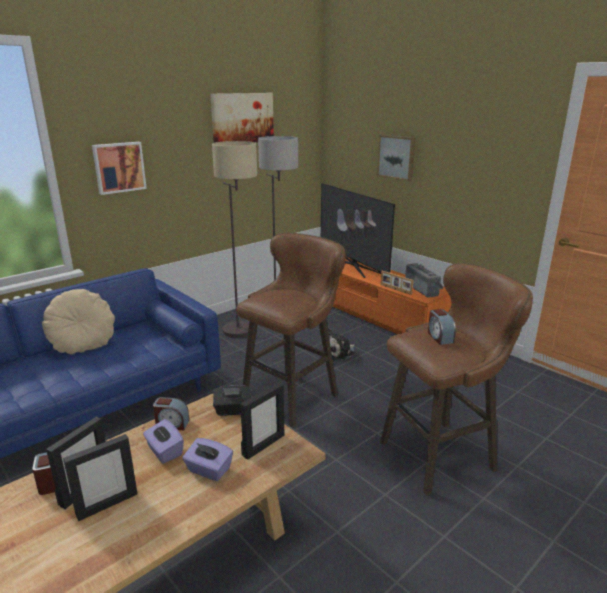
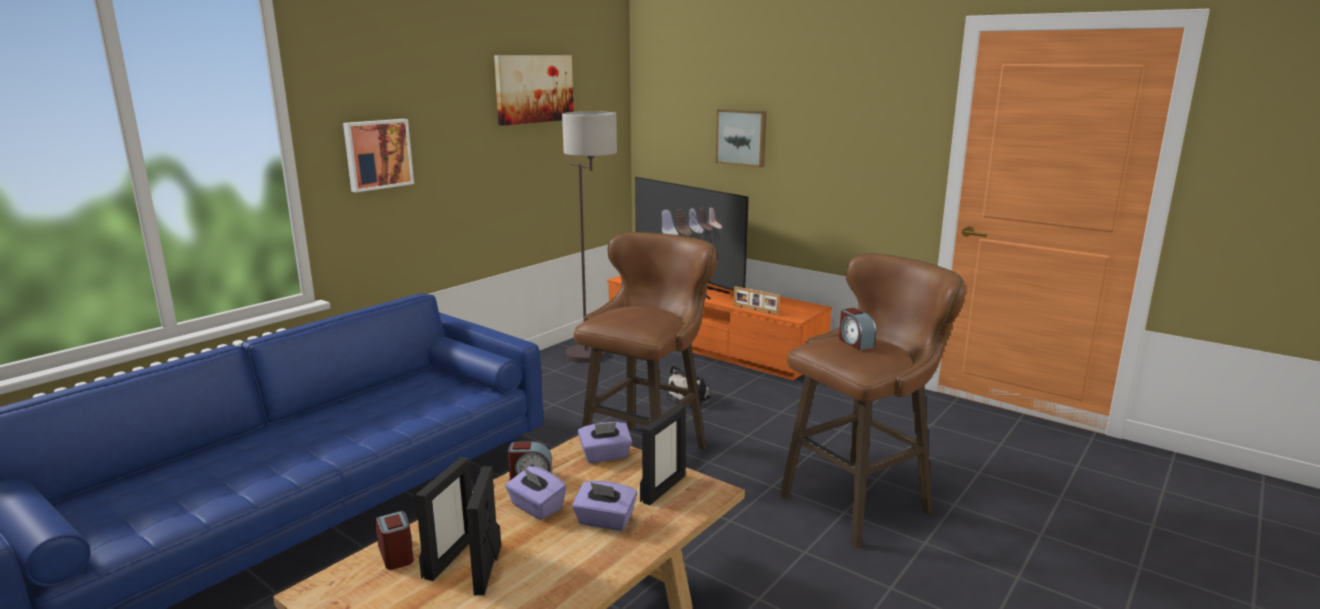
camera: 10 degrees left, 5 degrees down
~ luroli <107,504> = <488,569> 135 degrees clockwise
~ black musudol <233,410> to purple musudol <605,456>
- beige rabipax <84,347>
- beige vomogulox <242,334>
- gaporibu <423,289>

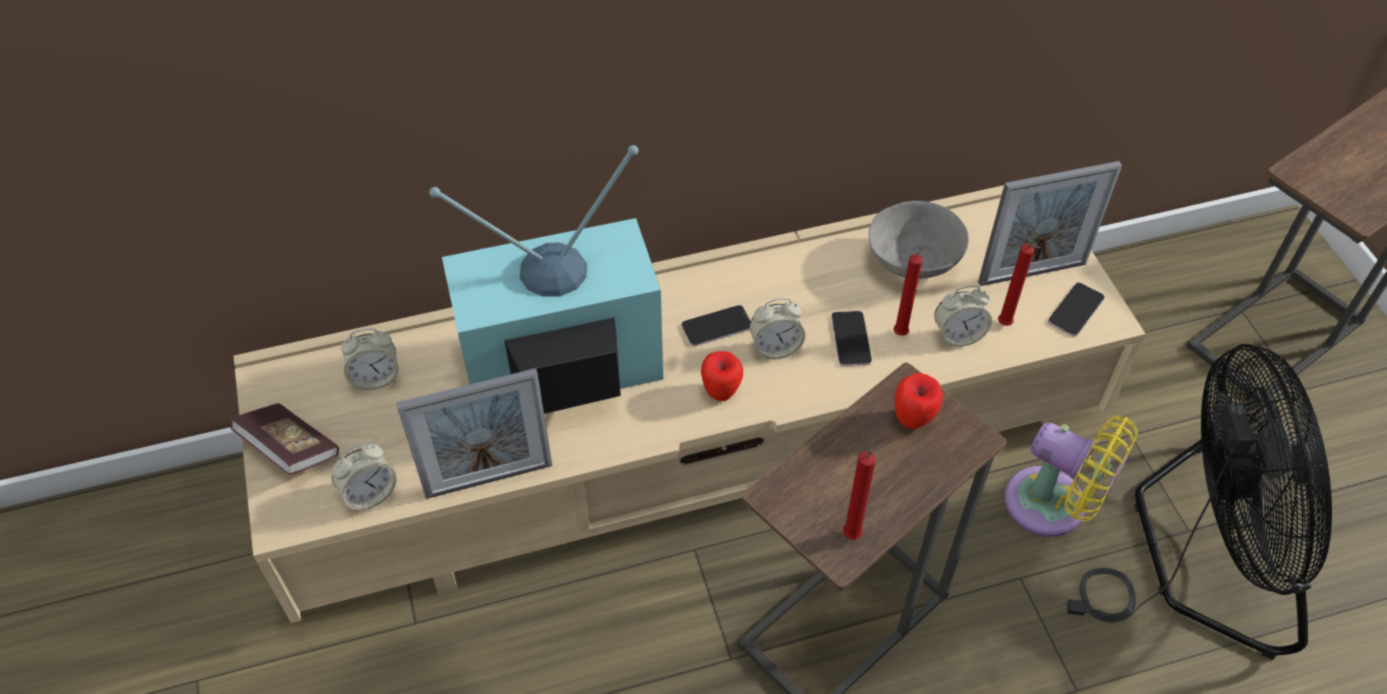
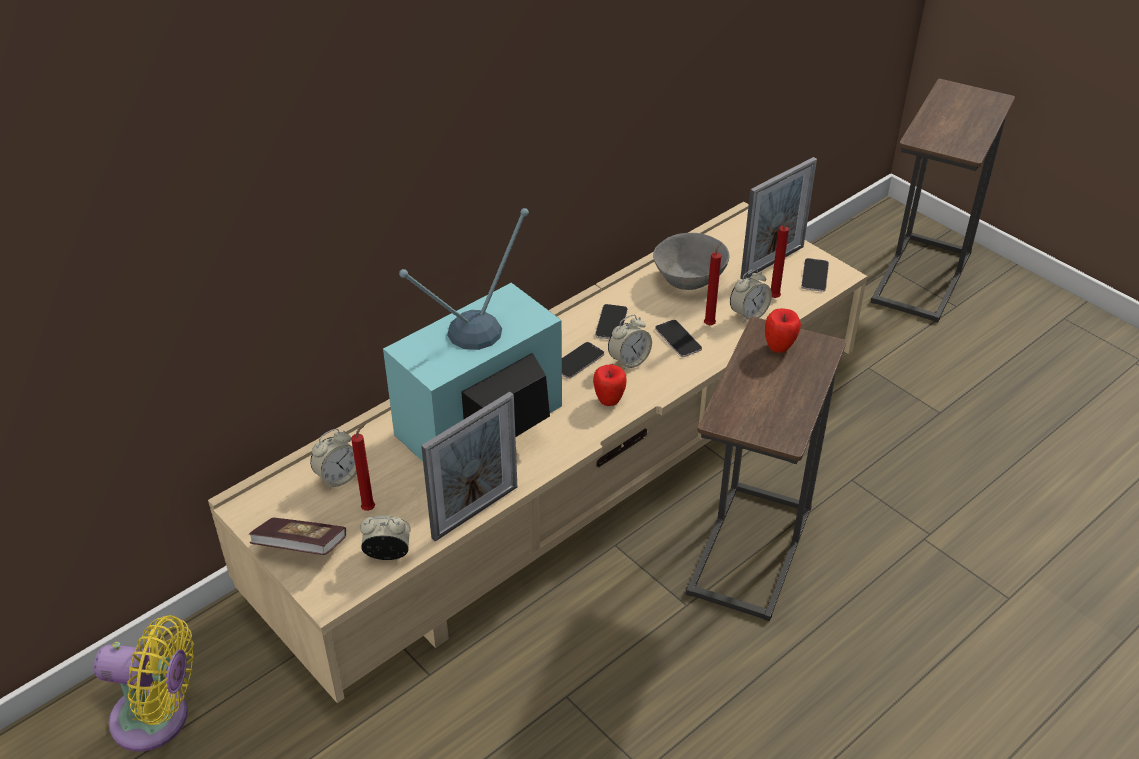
camera: 25 degrees left, 10 degrees down
~ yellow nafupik <1053,507> to <158,719>
~ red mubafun <855,534> to <370,508>
~ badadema <370,494> = <388,554> 120 degrees counterclockwise
+ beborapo <611,323>
- black nafupik <1187,555>

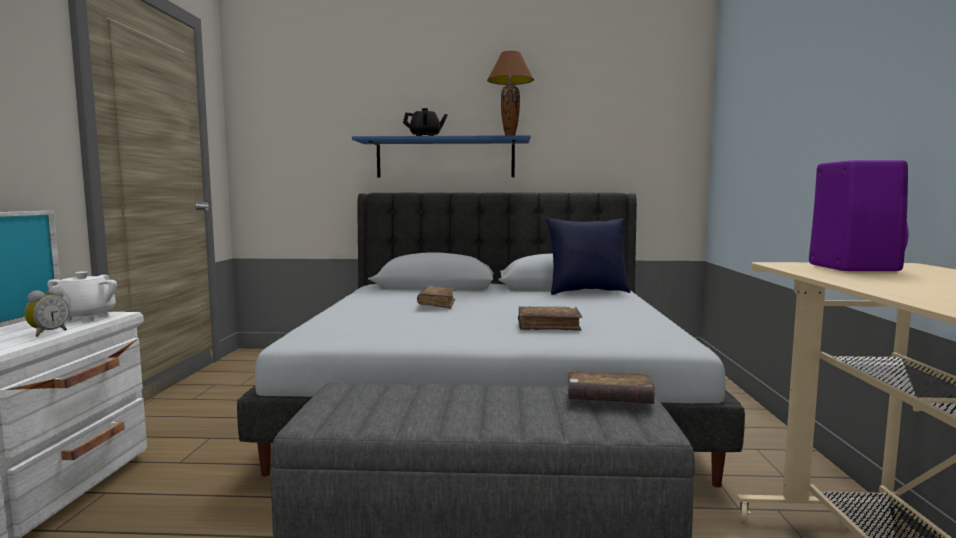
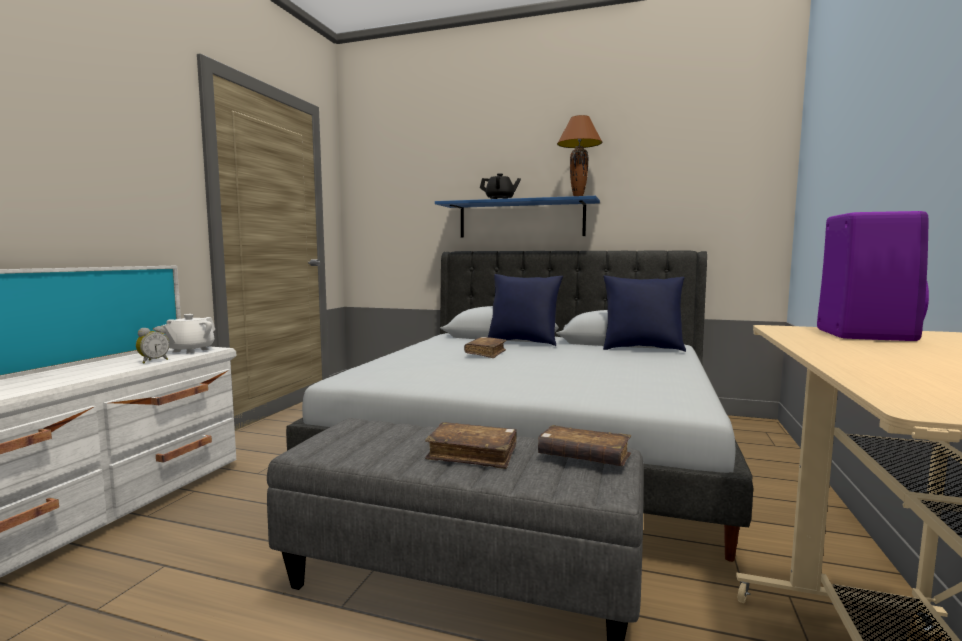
camera: 15 degrees right, 0 degrees up
~ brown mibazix <548,326> to <472,454>
+ blue rabipax <523,342>

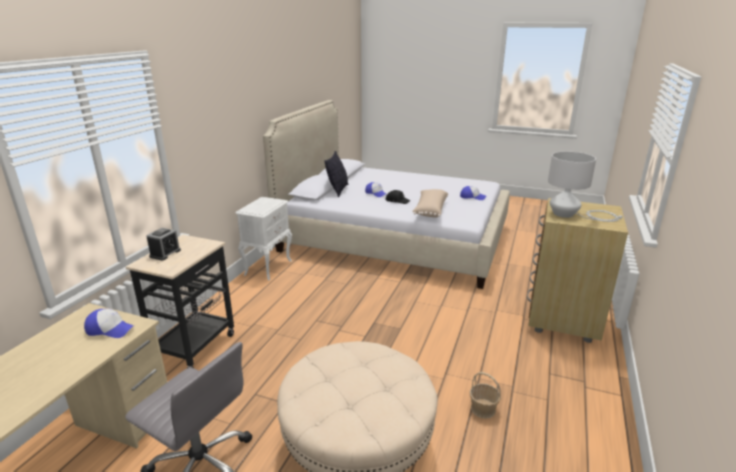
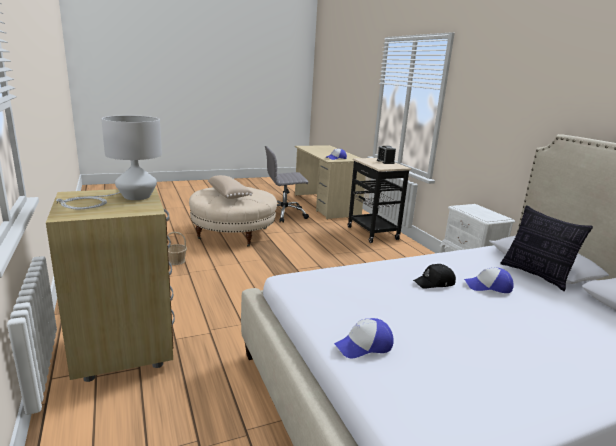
camera: 135 degrees right, 5 degrees down
~ beige rabipax <430,210> to <229,194>

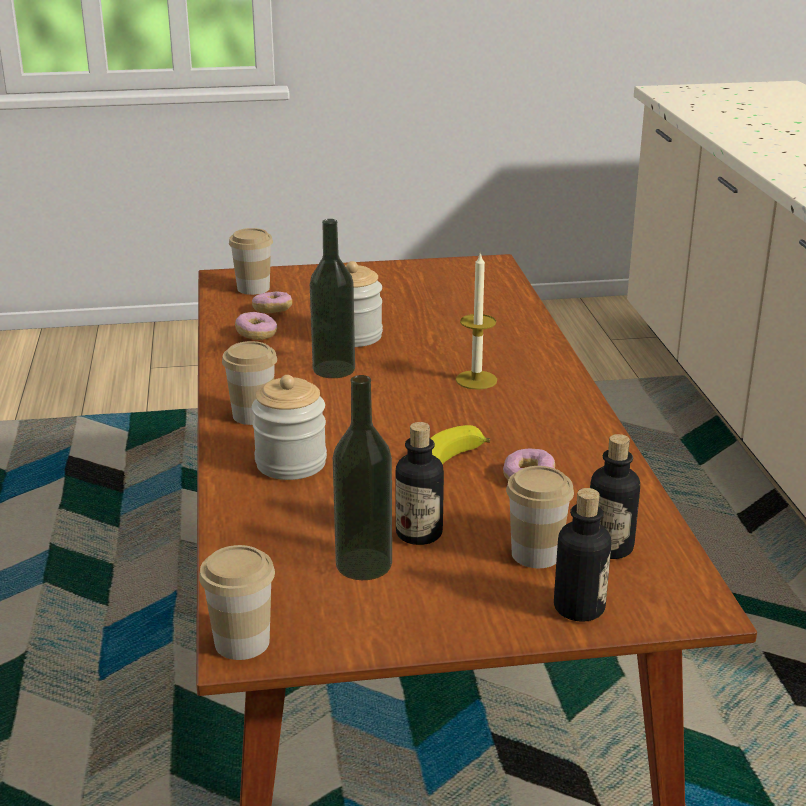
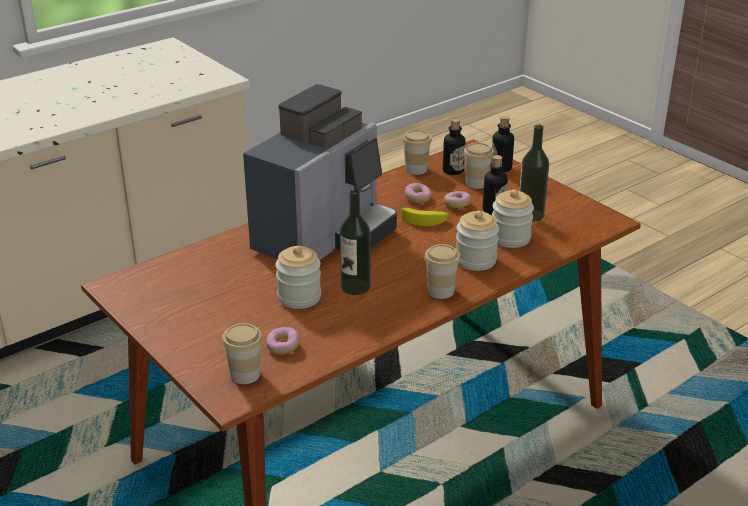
camera: 120 degrees left, 5 degrees up
~ mubafun <476,380> to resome <324,238>
~ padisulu <242,642> to <416,169>
~ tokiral <256,334> to <457,205>
+ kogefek <510,238>

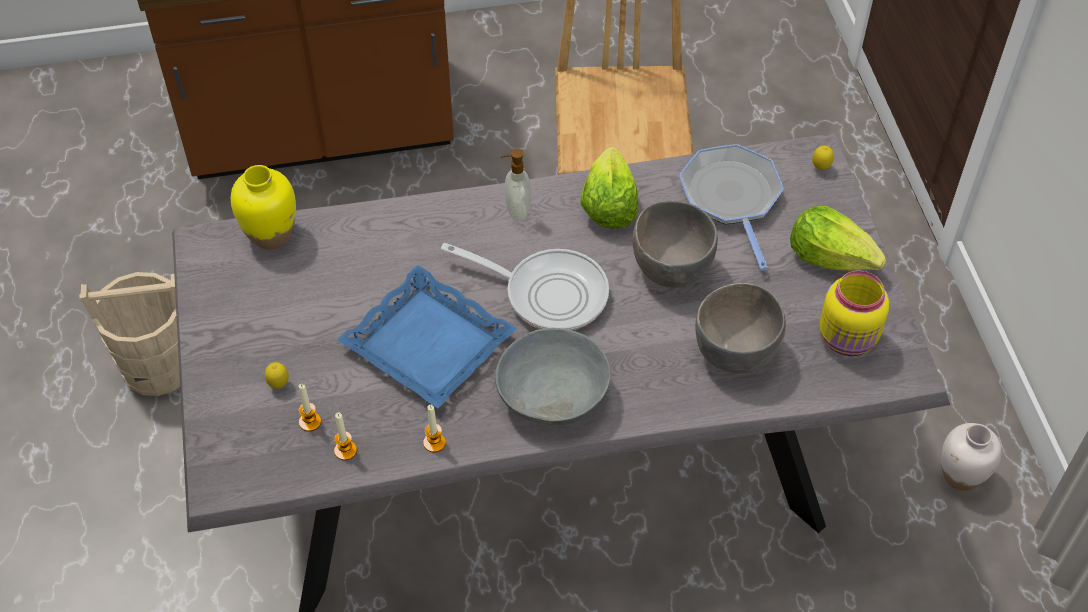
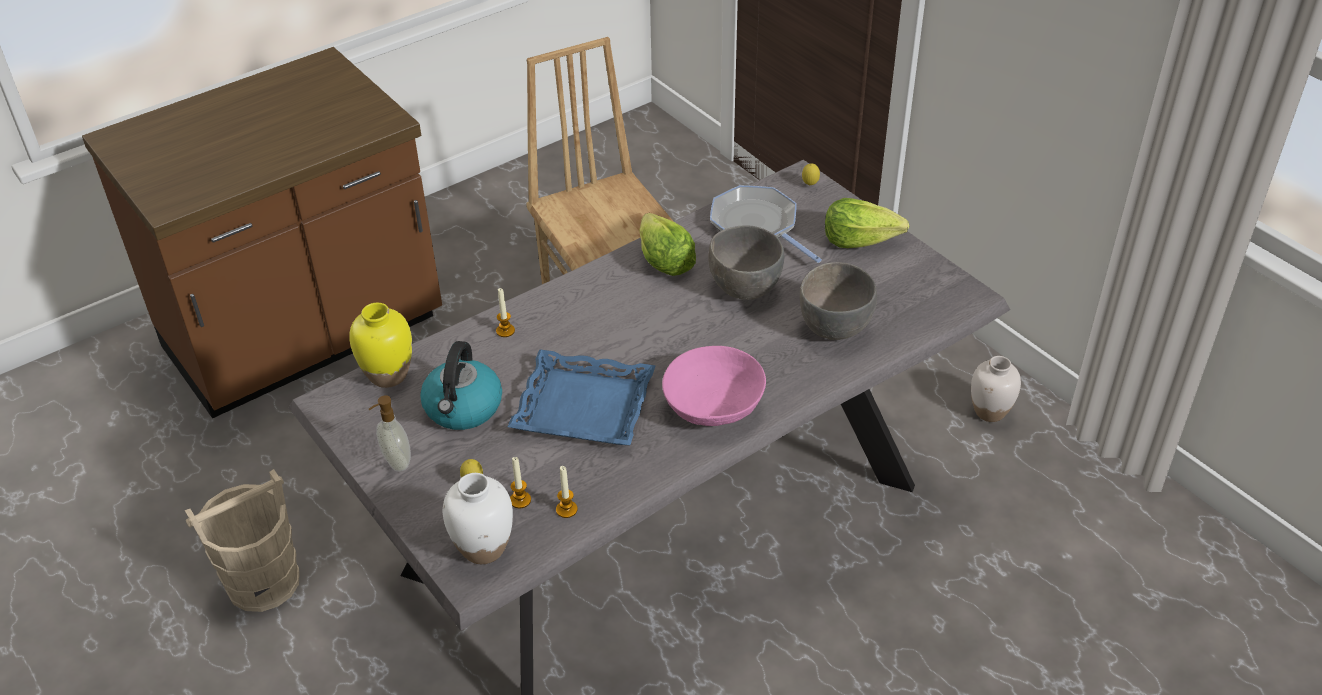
camera: 25 degrees left, 10 degrees down
~ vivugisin <516,211> to <396,462>
+ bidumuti <463,408>
+ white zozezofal <483,548>
~ mubafun <434,443> to <505,331>
~ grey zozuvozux <553,395> to pink zozuvozux <713,406>
- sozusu <548,293>
- yellow kogefek <848,339>

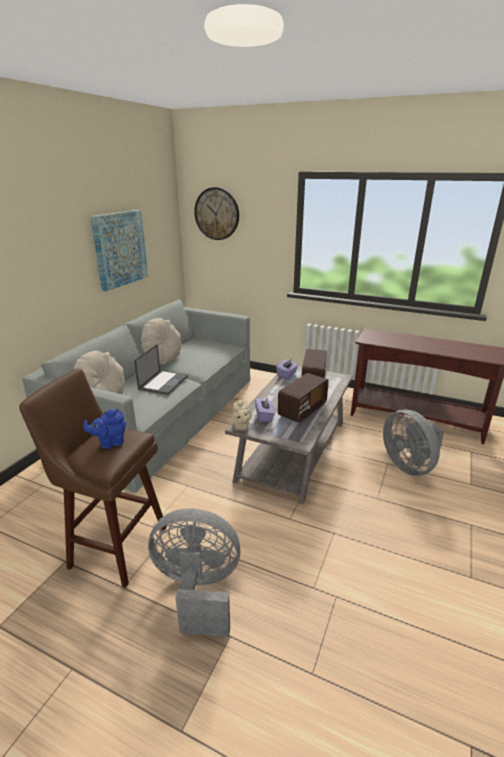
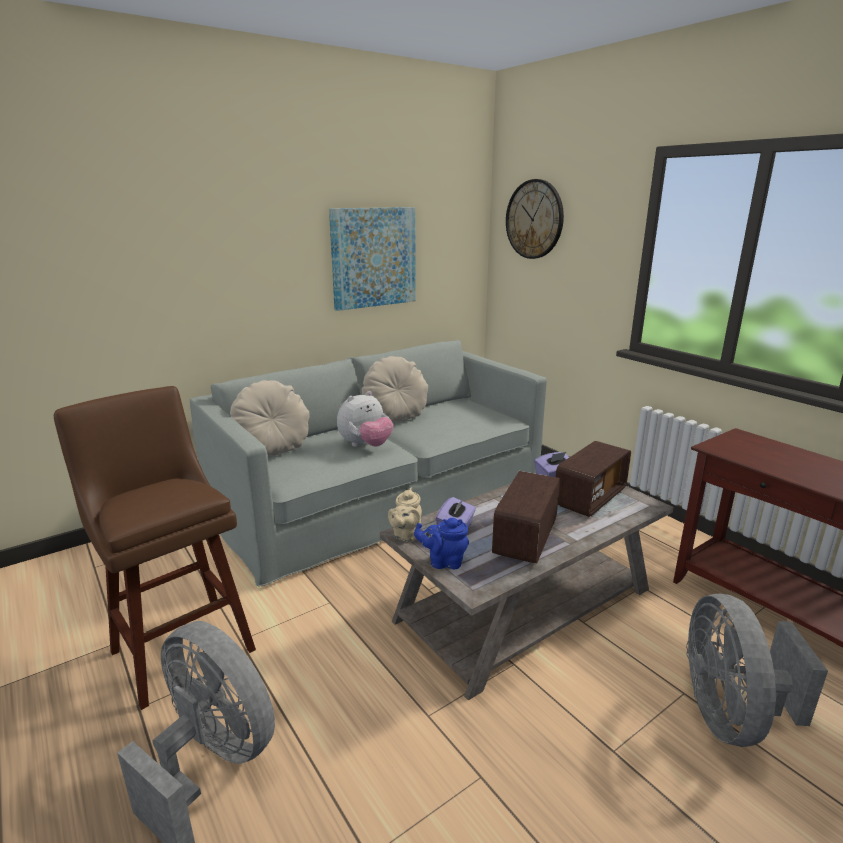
camera: 30 degrees right, 5 degrees down
~ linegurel <163,382> to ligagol <365,446>
~ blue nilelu <110,443> to <444,562>
~ gaporibu <302,410> = <526,538> 135 degrees clockwise

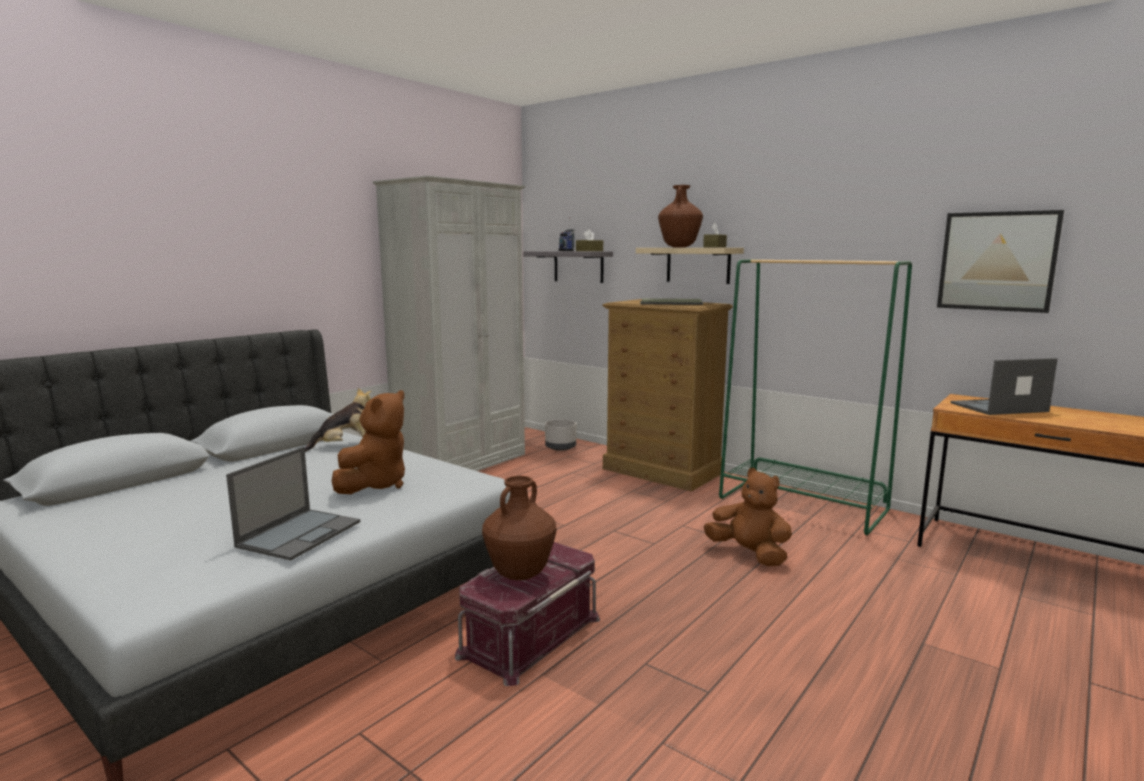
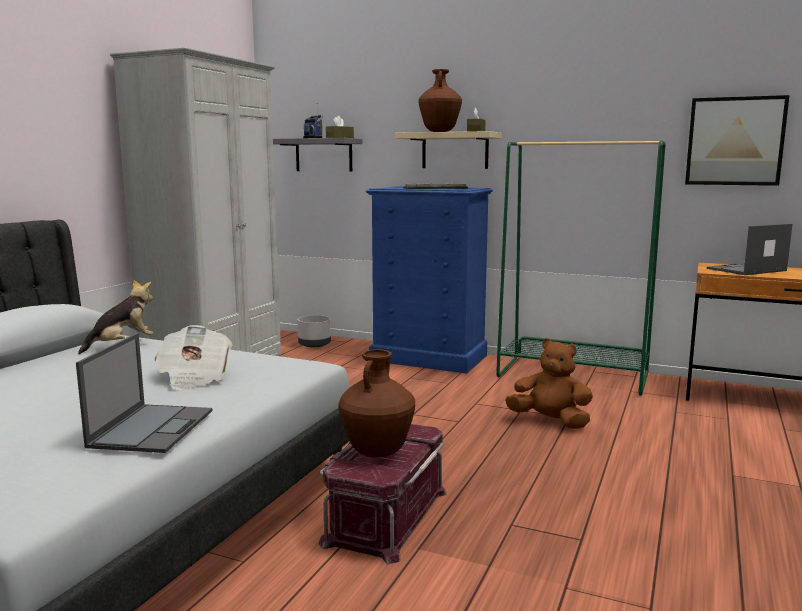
camera: 15 degrees left, 0 degrees up
~ brown ligagol <375,484> to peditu <194,377>
~ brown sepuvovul <663,471> to blue sepuvovul <429,358>

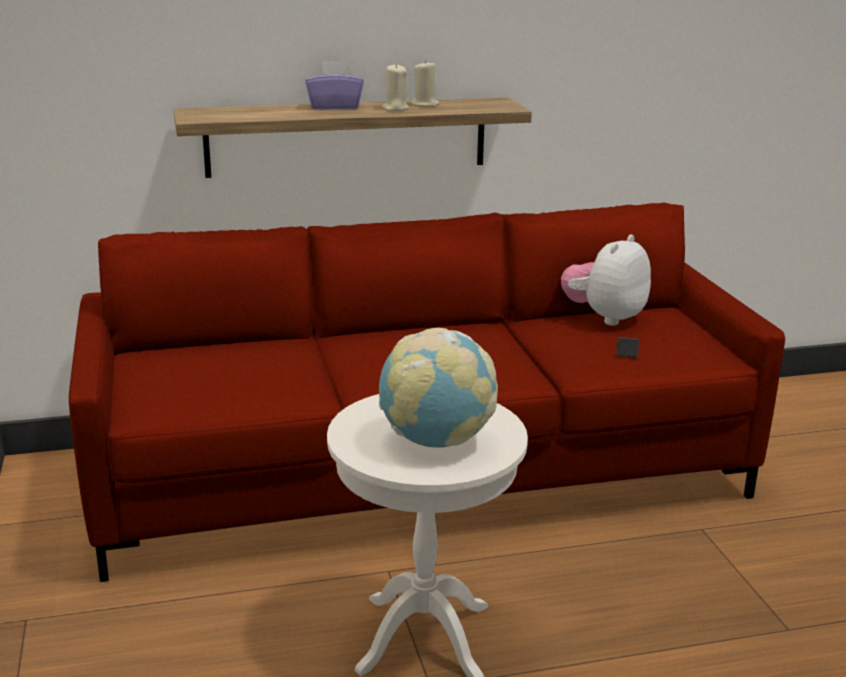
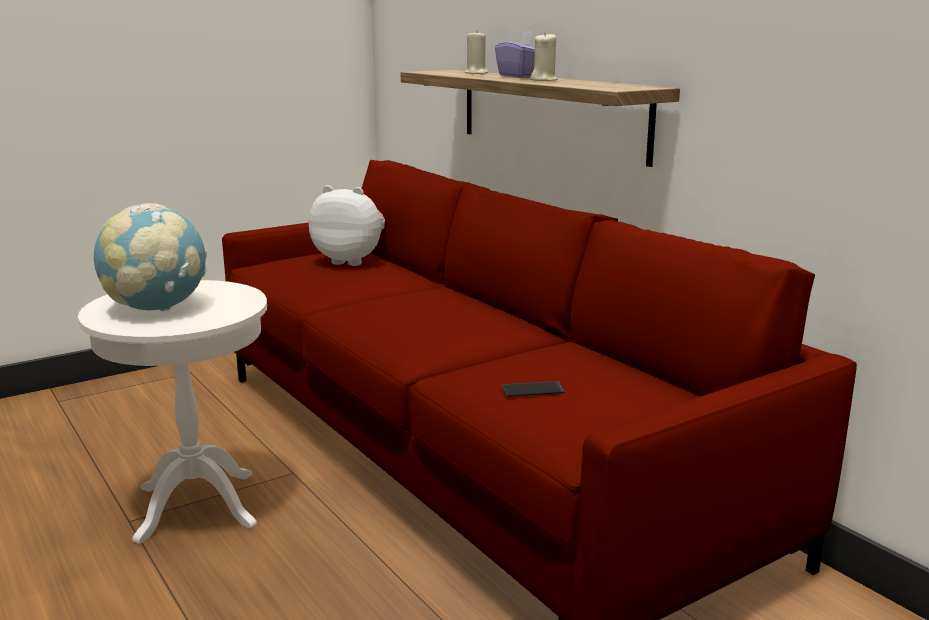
camera: 70 degrees right, 5 degrees down
~ ligagol <604,317> to <350,261>
~ beige mubafun <425,104> to <476,73>

